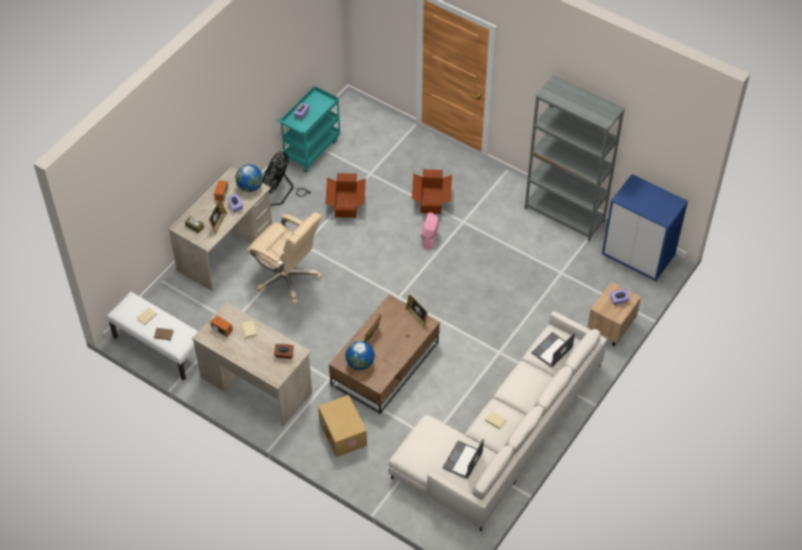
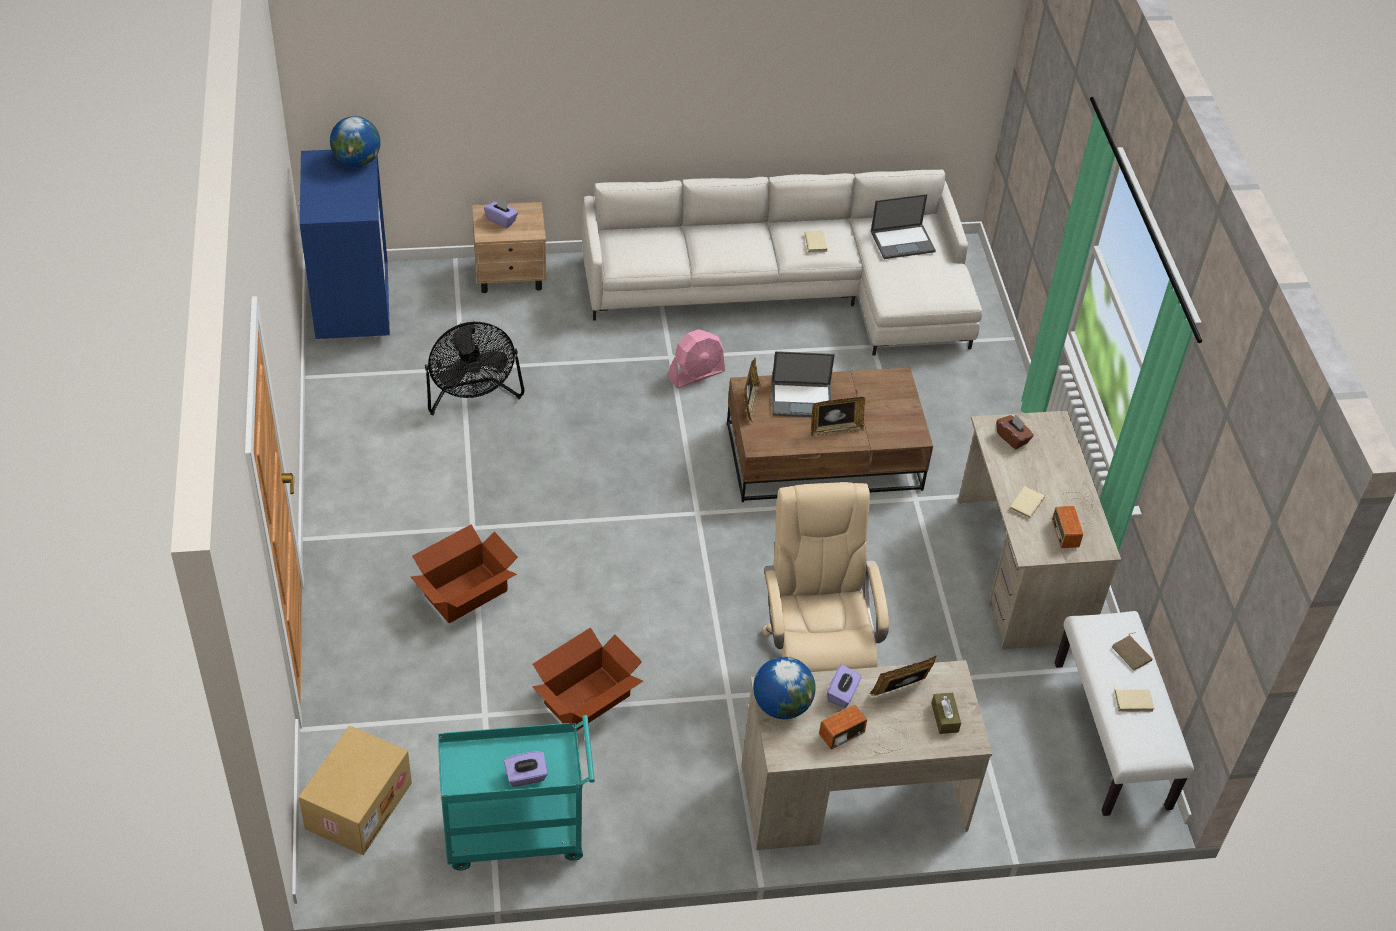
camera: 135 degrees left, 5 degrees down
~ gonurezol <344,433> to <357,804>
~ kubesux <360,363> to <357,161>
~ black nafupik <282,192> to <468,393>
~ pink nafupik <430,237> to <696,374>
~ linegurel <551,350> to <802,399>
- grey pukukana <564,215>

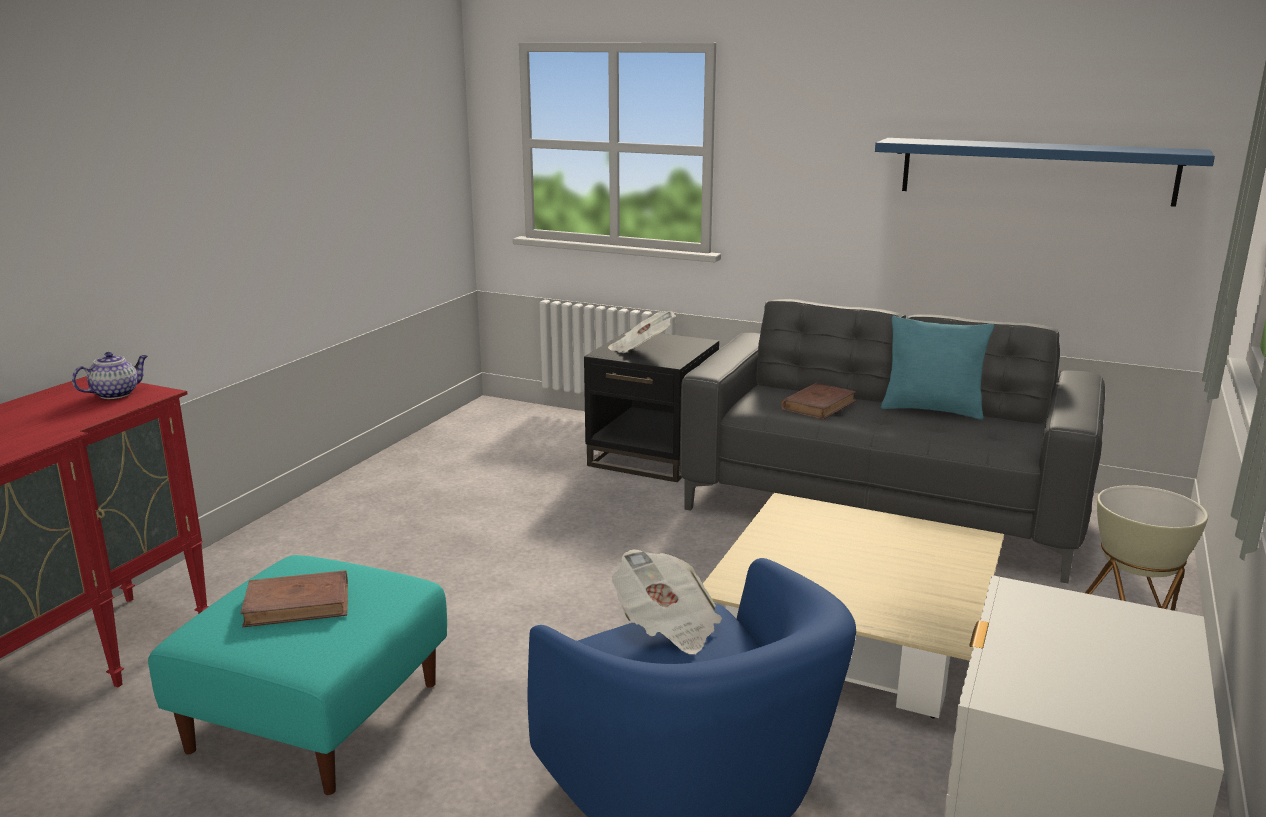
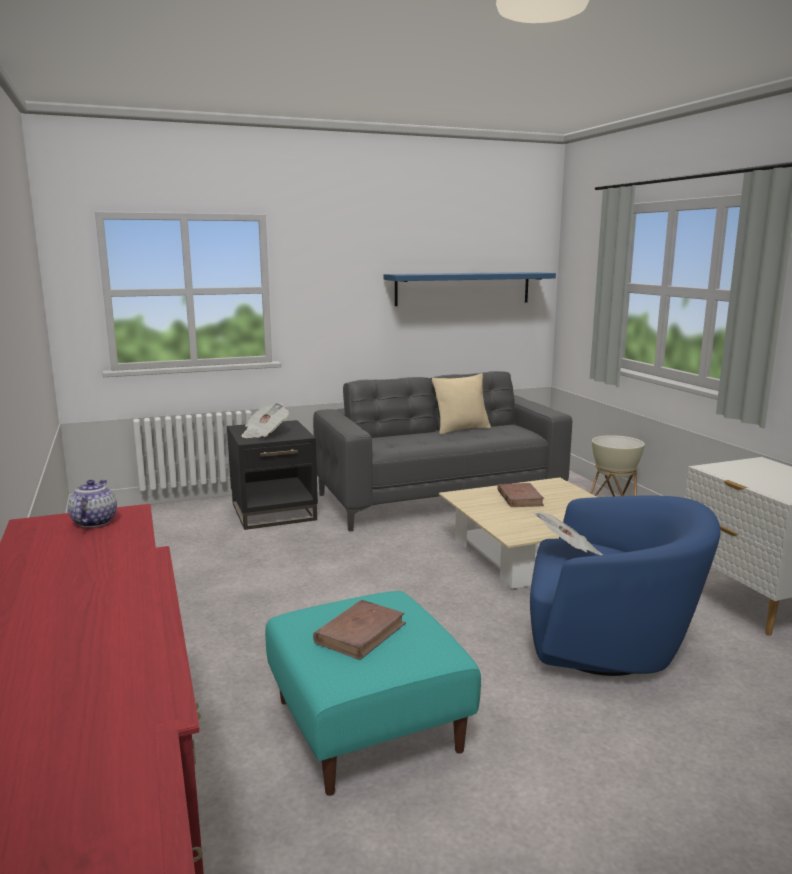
camera: 45 degrees left, 5 degrees down
~ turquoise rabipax <932,410> to beige rabipax <461,429>
~ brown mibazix <819,405> to <520,498>

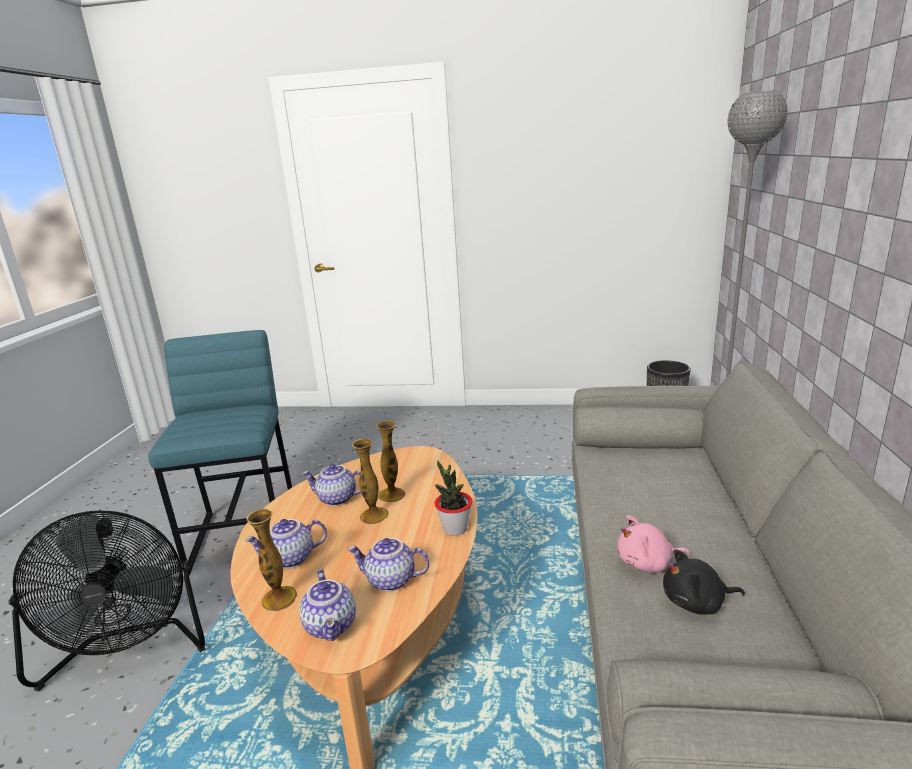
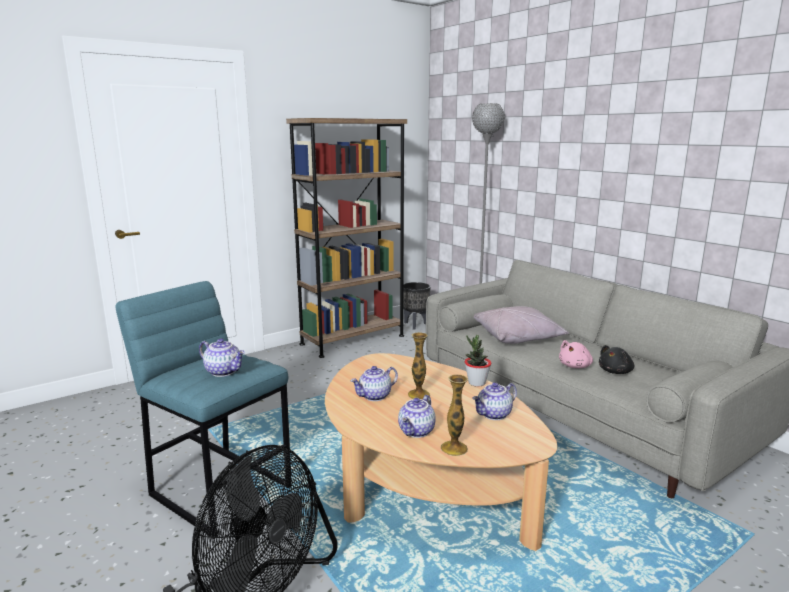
camera: 45 degrees left, 5 degrees down
~ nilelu <332,626> to <224,371>
+ brown pukukana <353,340>
+ purple rabipax <518,337>
- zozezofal <391,495>

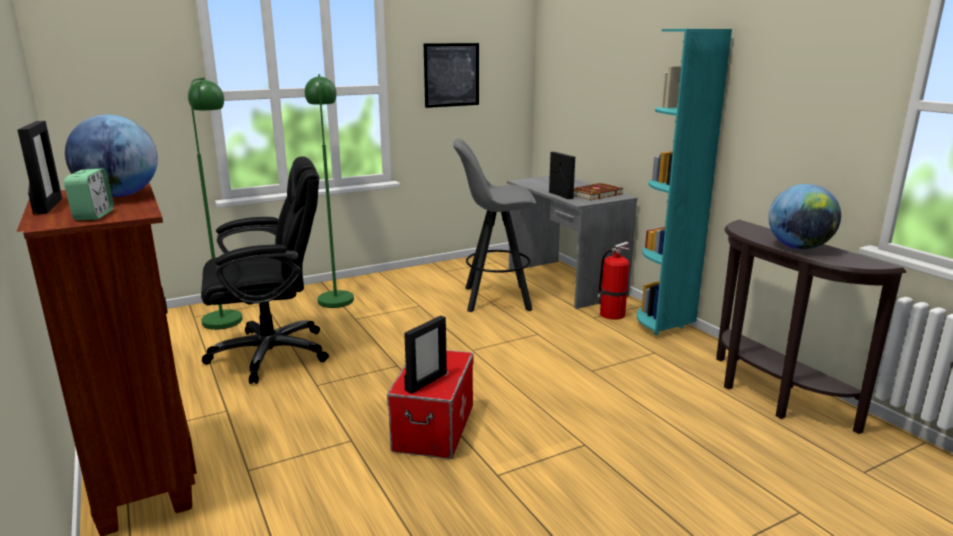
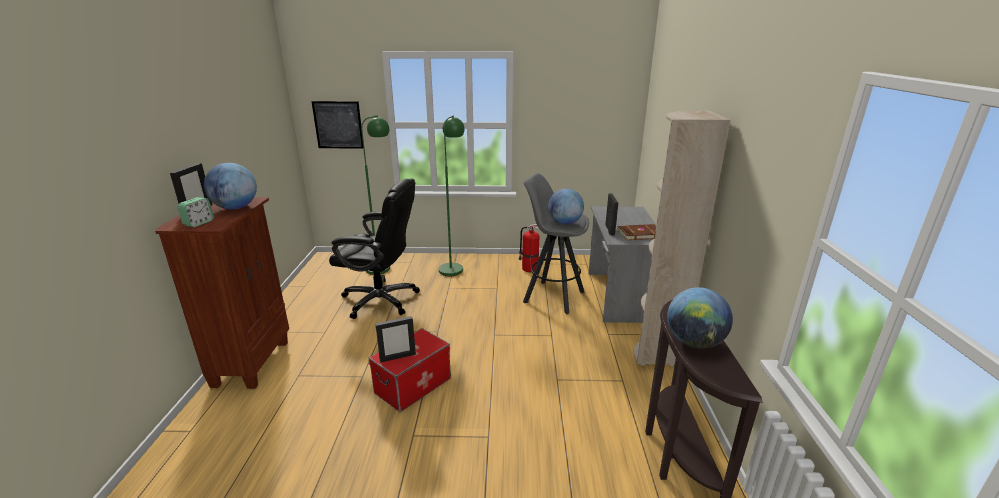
camera: 30 degrees right, 5 degrees up
~ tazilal <451,75> to <338,125>
~ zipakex <611,314> to <529,268>
+ kubesux <564,223>
~ turquoise pukukana <659,324> to beige pukukana <655,356>

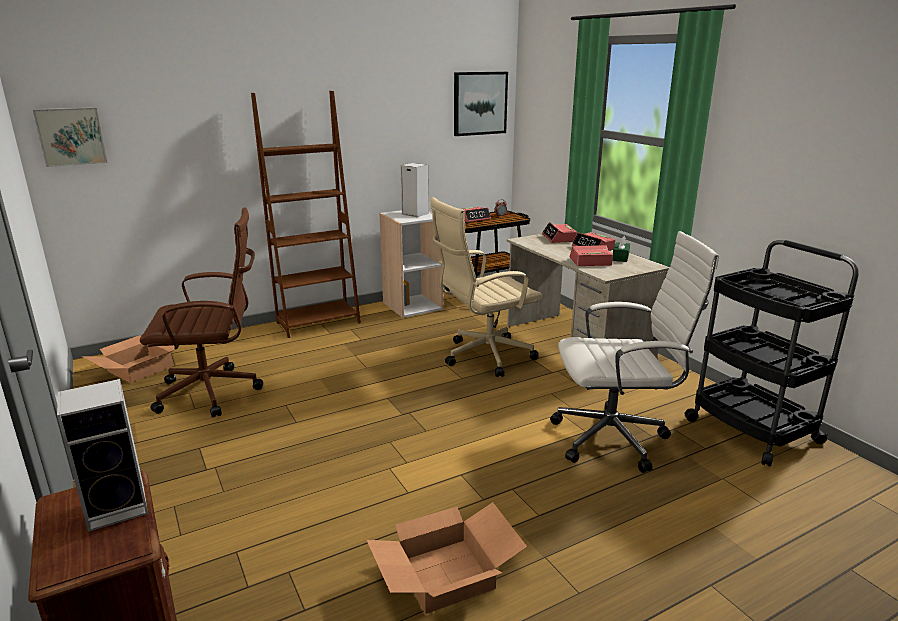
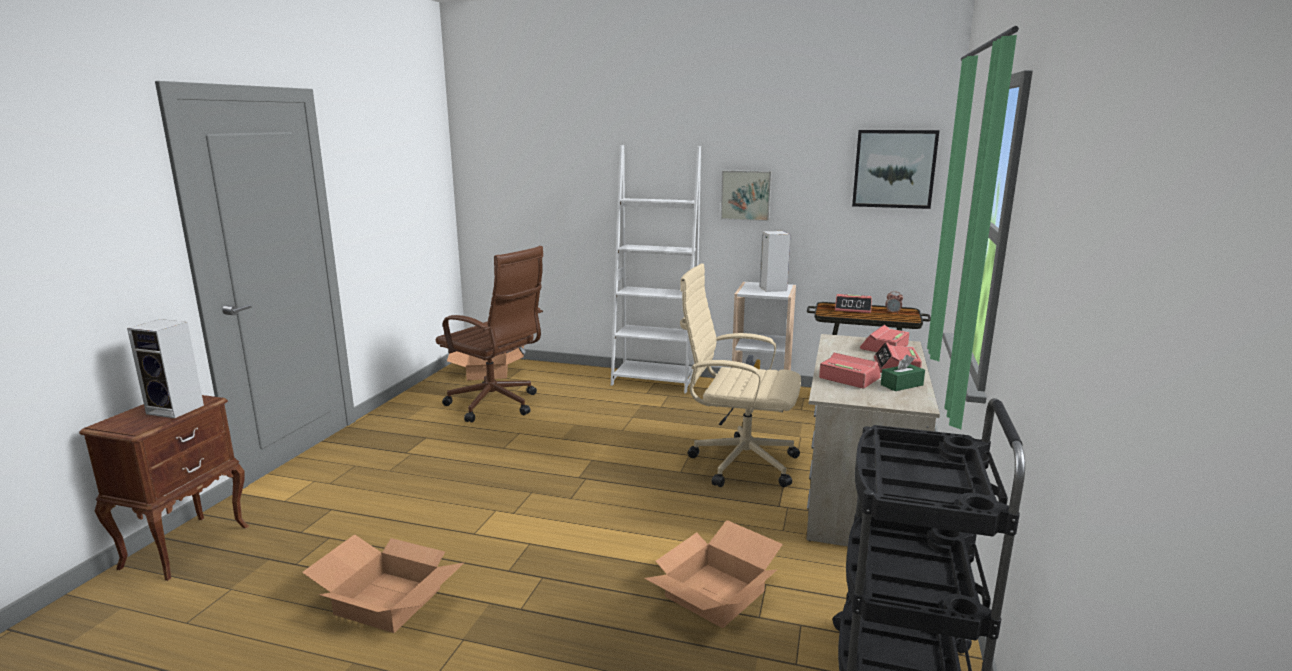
camera: 45 degrees right, 5 degrees down
~ brown pukukana <318,322> to white pukukana <654,381>
~ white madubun <615,438> to gonurezol <715,595>
~ tazilal <71,136> to <746,195>

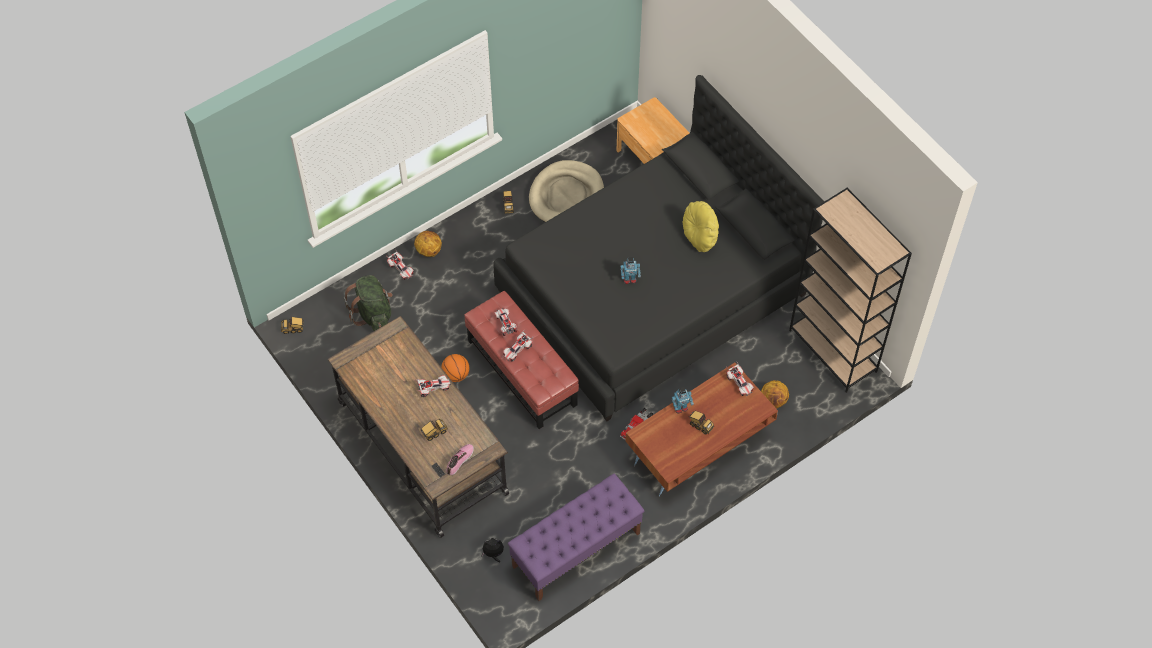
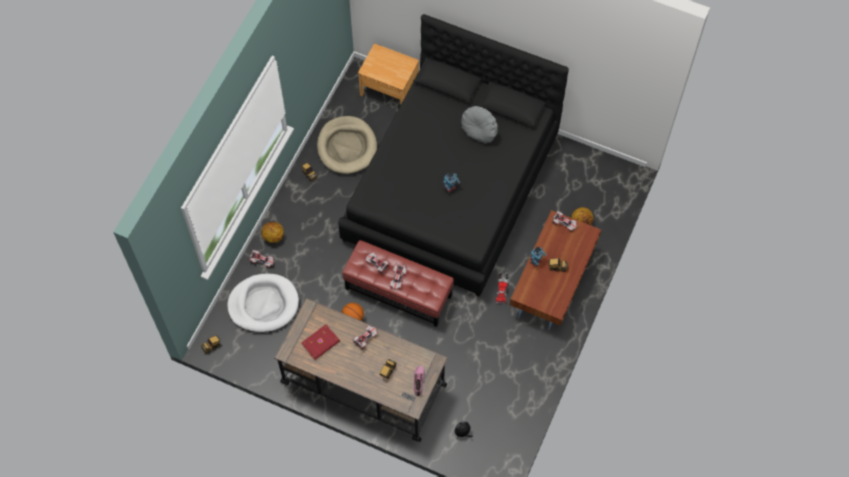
camera: 30 degrees left, 5 degrees up
~ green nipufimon <373,314> to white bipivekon <263,304>
+ red mibazix <321,343>
~ yellow rabipax <699,238> to grey rabipax <479,133>
- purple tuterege <576,550>
- beige pukukana <833,351>

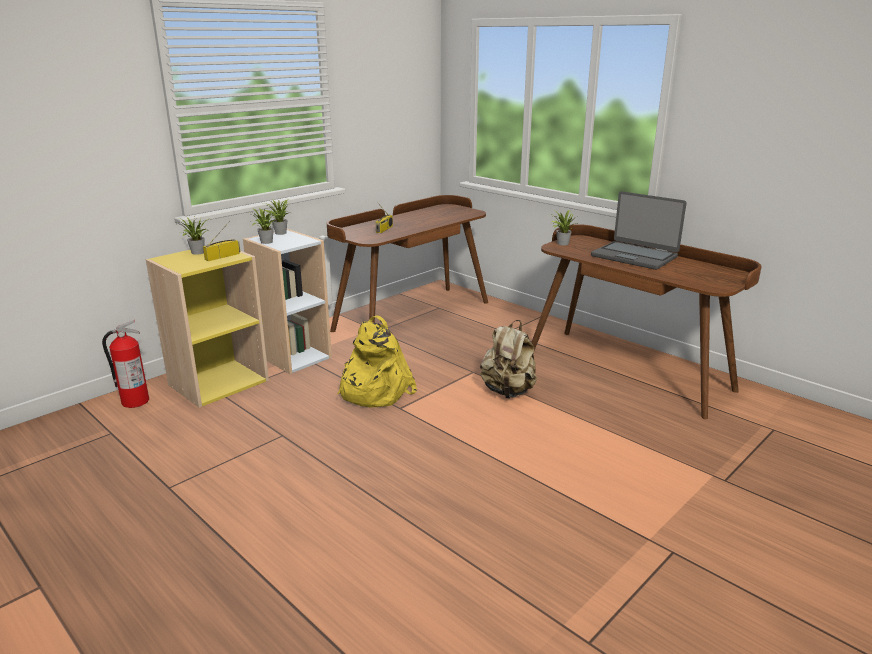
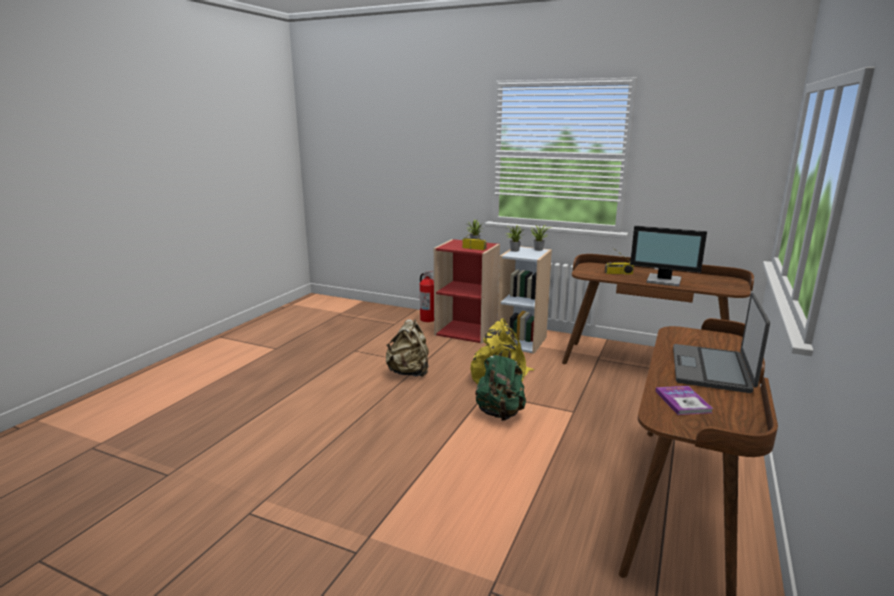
camera: 70 degrees right, 5 degrees down
~ beige nipufimon <508,391> to <409,372>
~ yellow pukukana <219,382> to red pukukana <467,331>
+ green nipufimon <500,413>
+ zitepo <664,281>
+ mibazix <682,401>
- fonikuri <561,243>

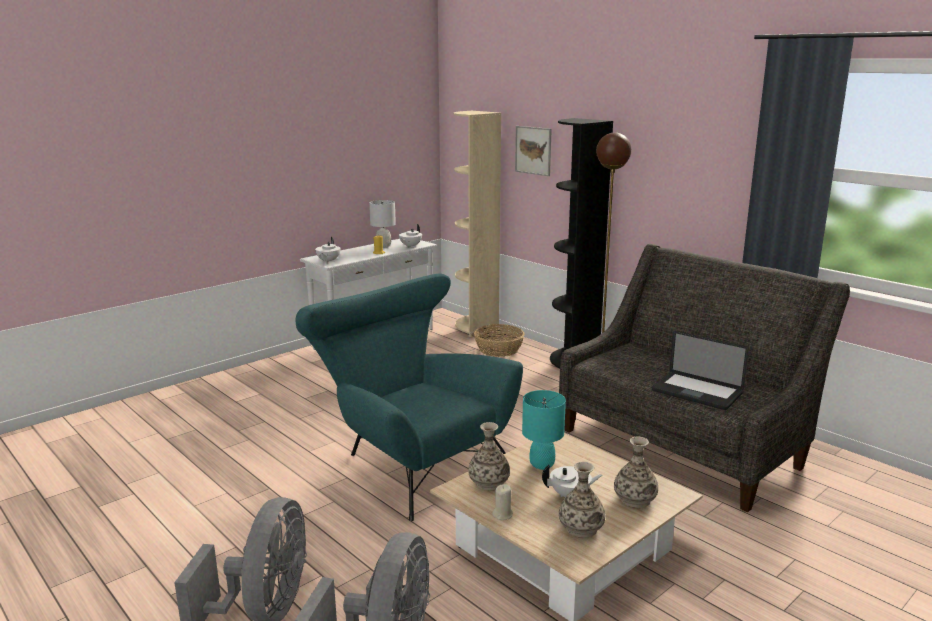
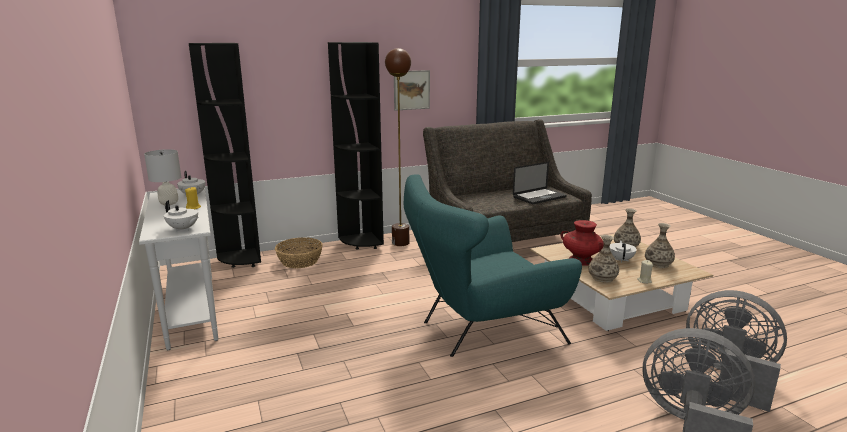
camera: 70 degrees left, 0 degrees up
~ beige pukukana <473,329> to black pukukana <240,262>
~ tazilal <533,150> to <411,90>
~ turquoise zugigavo <541,465> to red zozezofal <581,260>

